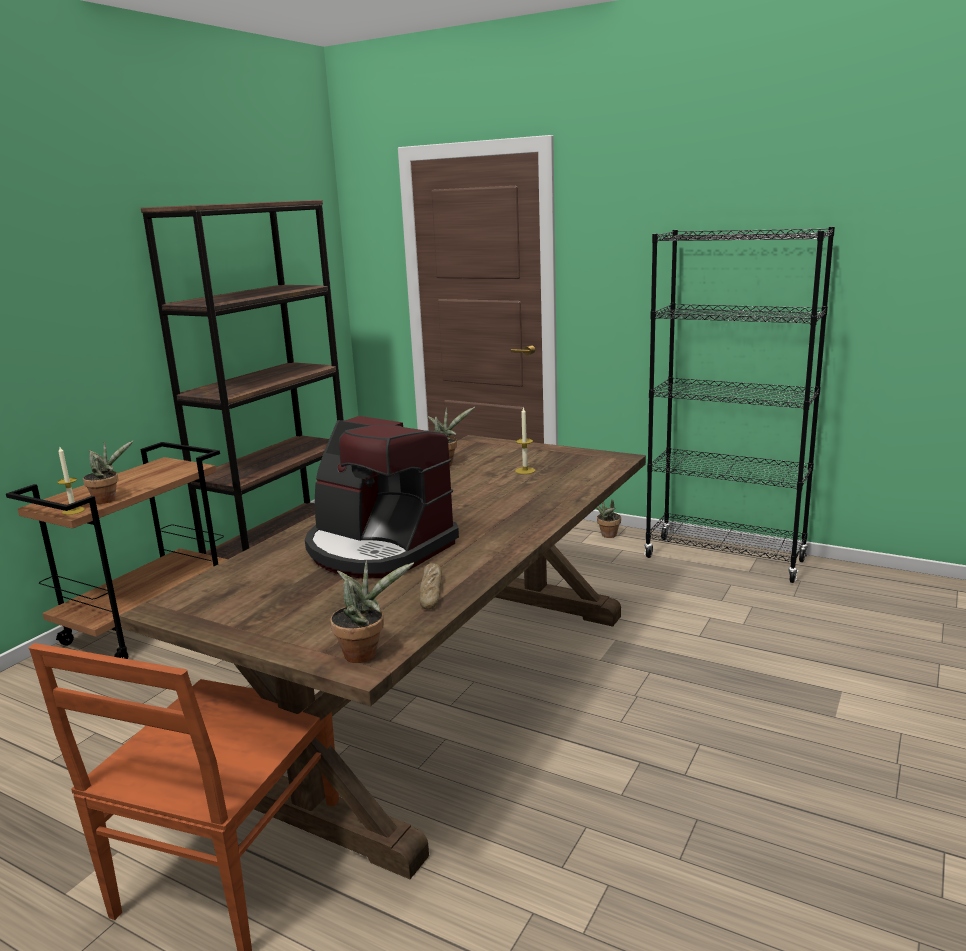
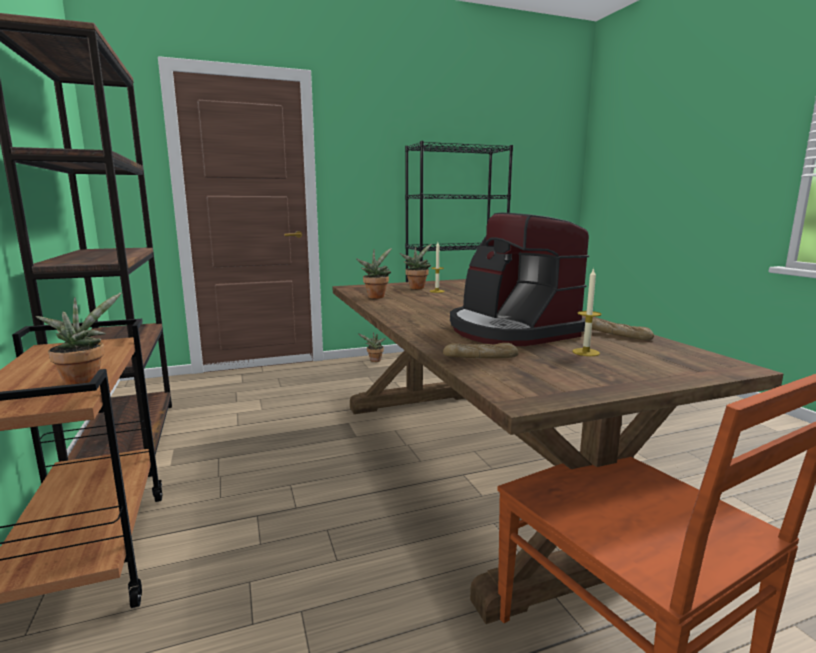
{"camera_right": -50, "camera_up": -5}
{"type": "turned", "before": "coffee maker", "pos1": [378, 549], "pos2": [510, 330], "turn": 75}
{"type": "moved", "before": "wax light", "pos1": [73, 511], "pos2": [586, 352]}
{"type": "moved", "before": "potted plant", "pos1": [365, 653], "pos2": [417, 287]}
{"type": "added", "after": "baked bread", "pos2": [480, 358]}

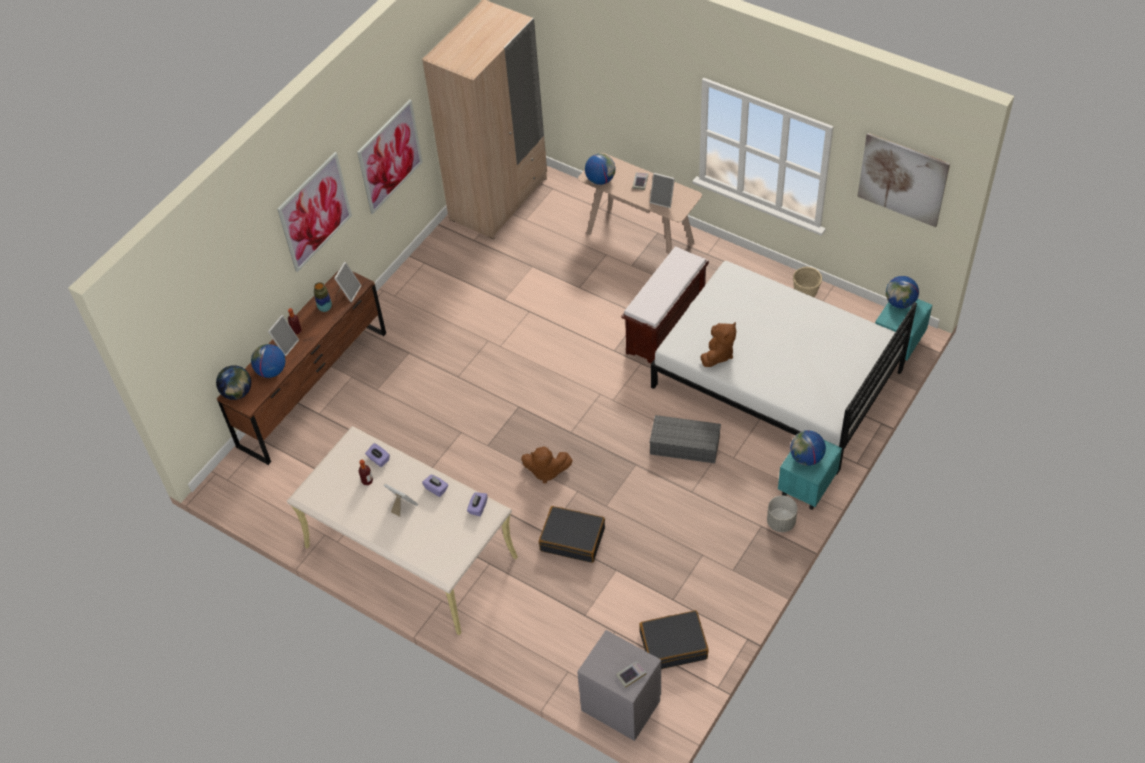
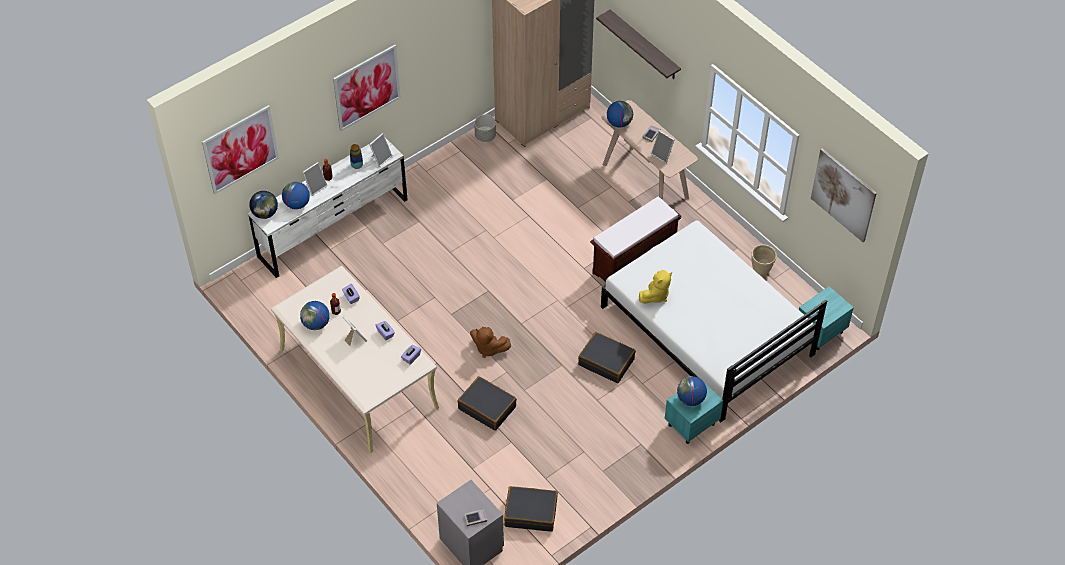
{"camera_right": 15, "camera_up": 0}
{"type": "moved", "before": "wall art", "pos1": [390, 156], "pos2": [240, 149]}
{"type": "recoloured", "before": "brown dresser", "after": "white-coloured dresser", "pos1": [313, 389], "pos2": [333, 228]}
{"type": "moved", "before": "globe", "pos1": [900, 302], "pos2": [316, 324]}
{"type": "recoloured", "before": "brown soft toy", "after": "yellow-coloured soft toy", "pos1": [718, 354], "pos2": [655, 295]}
{"type": "replaced", "before": "greyish storage bin", "after": "black suitcase", "pos1": [683, 446], "pos2": [606, 362]}
{"type": "moved", "before": "greyish flower pot", "pos1": [781, 522], "pos2": [485, 136]}
{"type": "added", "after": "wall shelf", "pos2": [644, 46]}

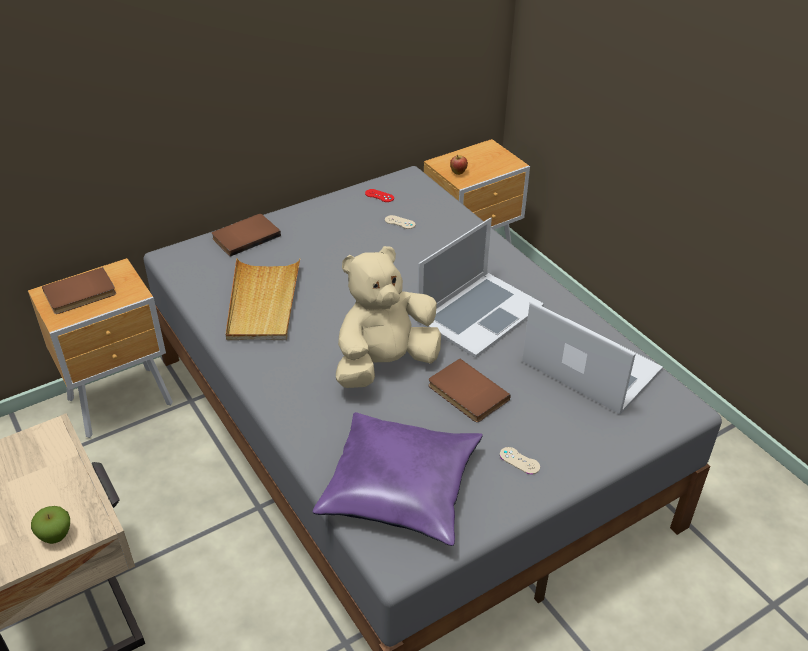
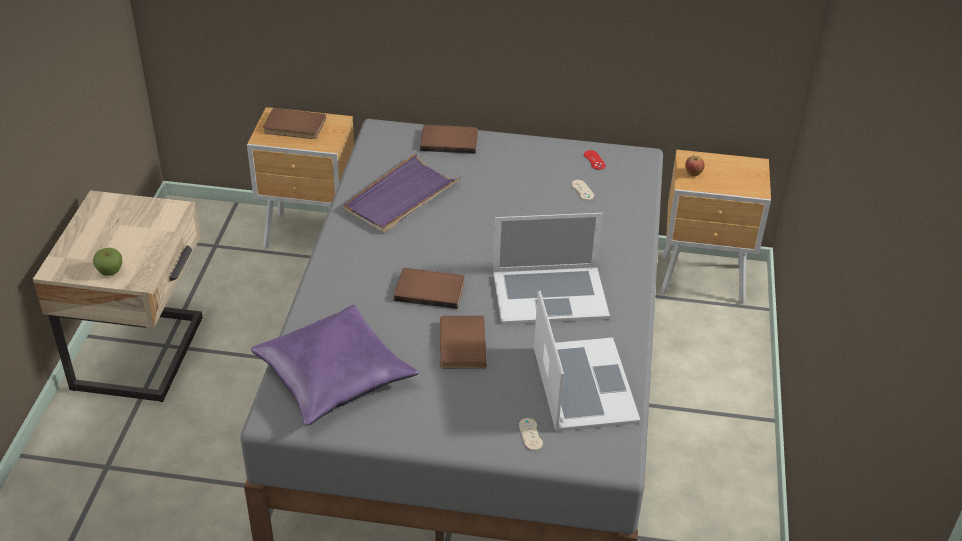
{"camera_right": 40, "camera_up": 0}
{"type": "replaced", "before": "beige soft toy", "after": "brown volume", "pos1": [385, 364], "pos2": [430, 289]}
{"type": "recoloured", "before": "beige serving tray", "after": "purple-coloured serving tray", "pos1": [263, 303], "pos2": [401, 197]}
{"type": "moved", "before": "beige joypad", "pos1": [519, 461], "pos2": [530, 434]}

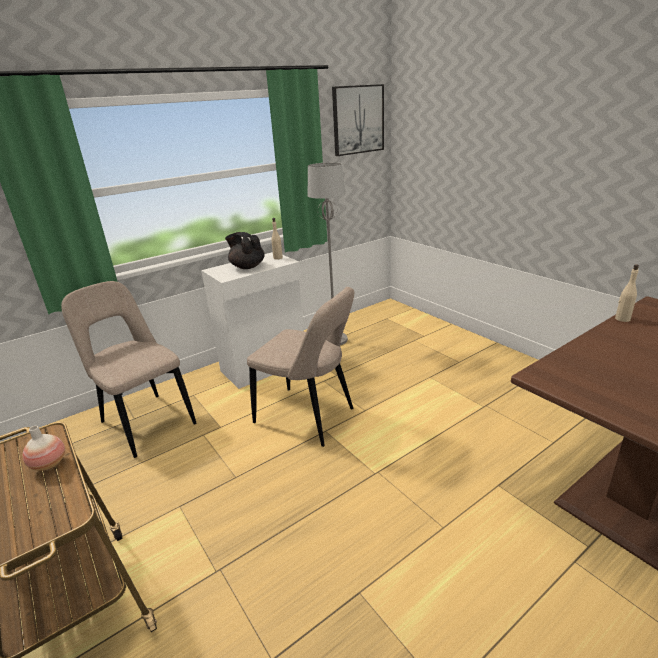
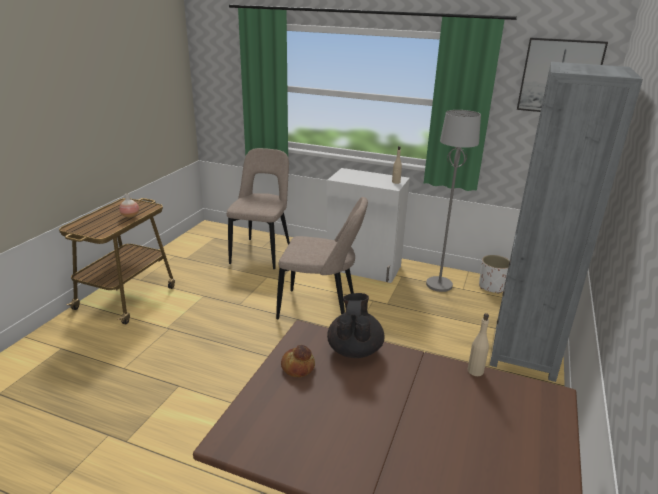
{"camera_right": 55, "camera_up": 0}
{"type": "moved", "before": "black pot for tea", "pos1": [247, 267], "pos2": [354, 349]}
{"type": "turned", "before": "beige upright chair", "pos1": [308, 417], "pos2": [321, 310], "turn": -75}
{"type": "added", "after": "greyish bookshelf", "pos2": [524, 351]}
{"type": "added", "after": "white-coloured flower pot", "pos2": [491, 287]}
{"type": "added", "after": "baked bread", "pos2": [297, 367]}

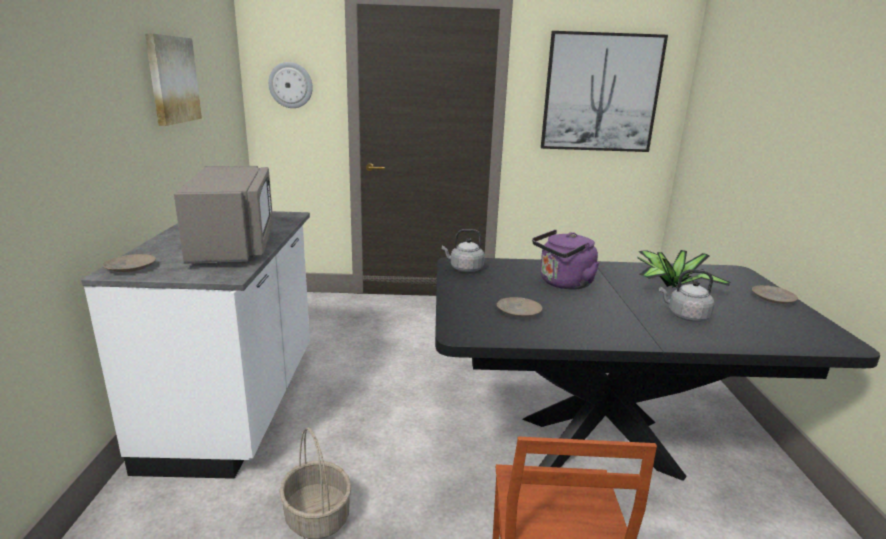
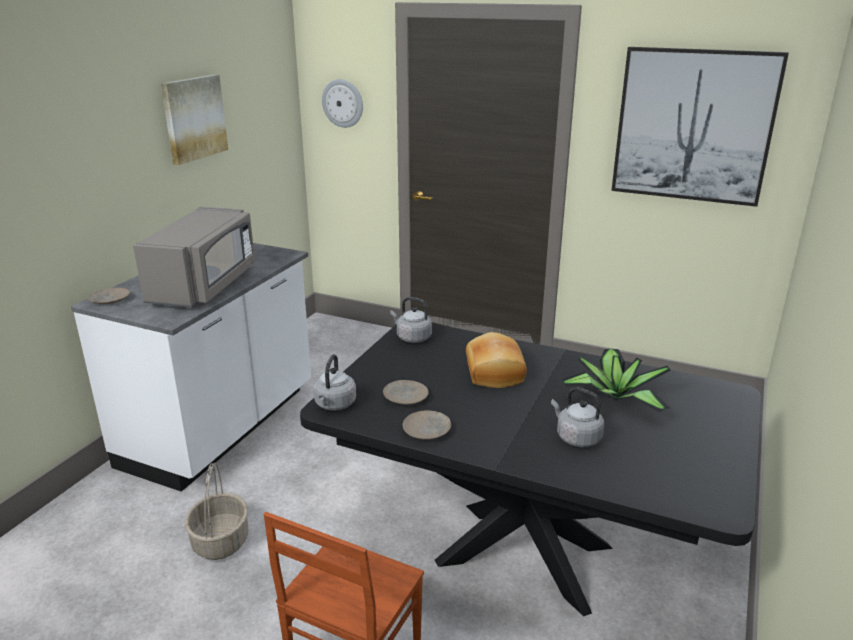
{"camera_right": 25, "camera_up": 5}
{"type": "replaced", "before": "purple-coloured tea kettle", "after": "baked bread", "pos1": [563, 283], "pos2": [493, 373]}
{"type": "moved", "before": "beige dinner plate", "pos1": [772, 299], "pos2": [427, 430]}
{"type": "added", "after": "greyish tea kettle", "pos2": [334, 405]}

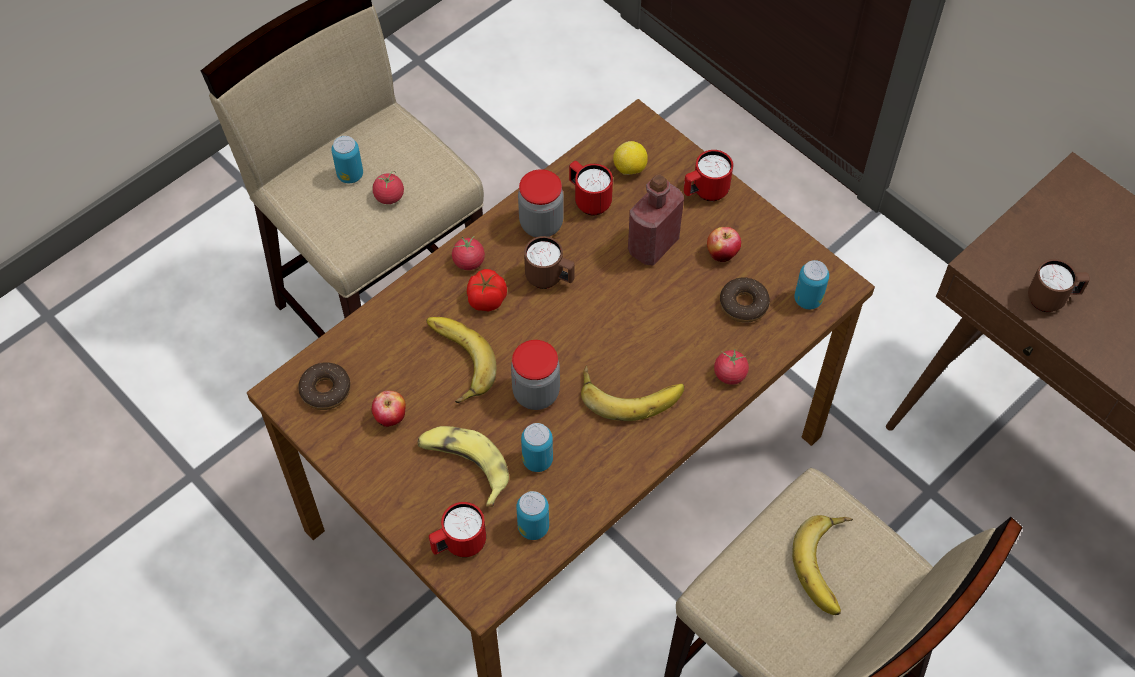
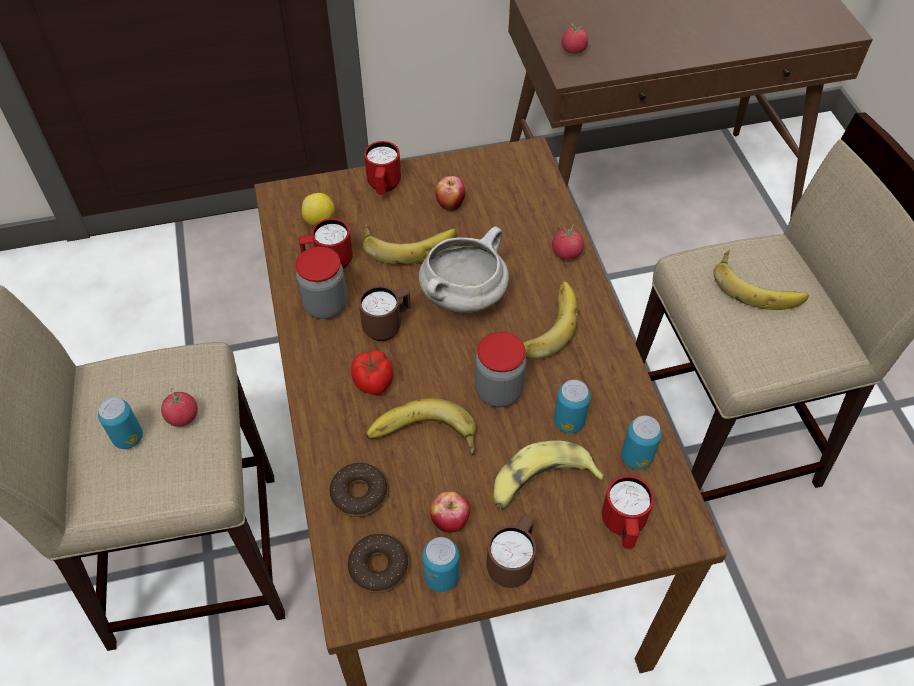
{"camera_right": -60, "camera_up": -5}
{"type": "replaced", "before": "red bottle", "after": "whole banana", "pos1": [653, 245], "pos2": [408, 242]}
{"type": "moved", "before": "tomato", "pos1": [468, 261], "pos2": [573, 50]}
{"type": "moved", "before": "brown coffee mug", "pos1": [1051, 299], "pos2": [512, 562]}
{"type": "moved", "before": "can", "pos1": [808, 299], "pos2": [441, 577]}
{"type": "moved", "before": "donut", "pos1": [743, 304], "pos2": [359, 494]}
{"type": "added", "after": "white-coloured stockpot", "pos2": [463, 296]}

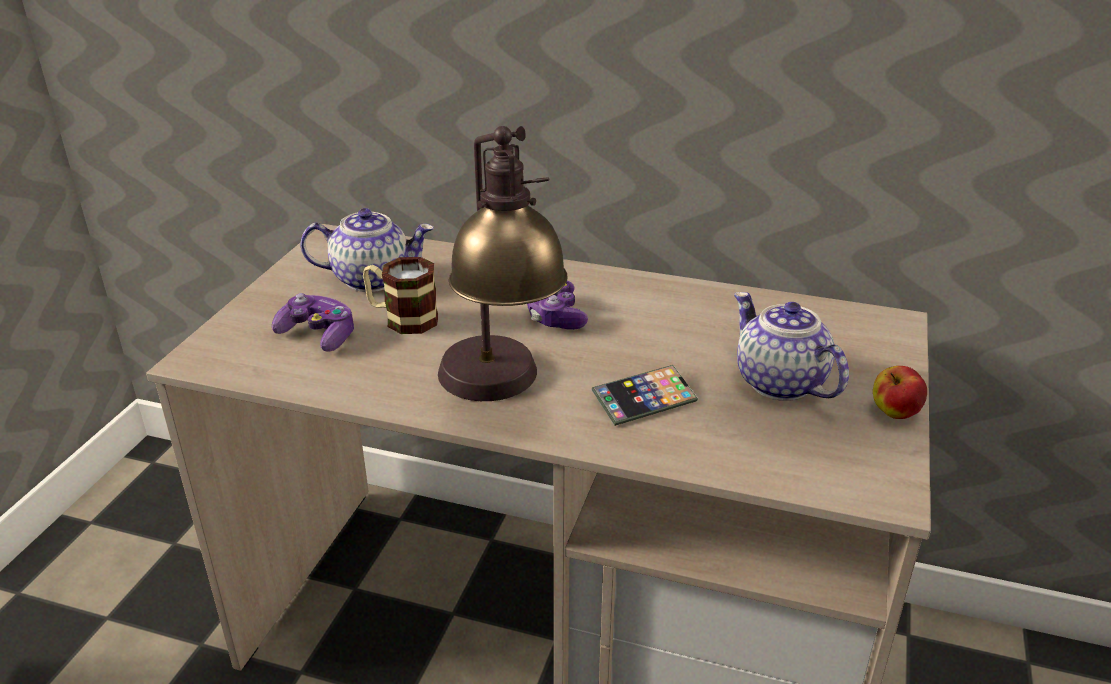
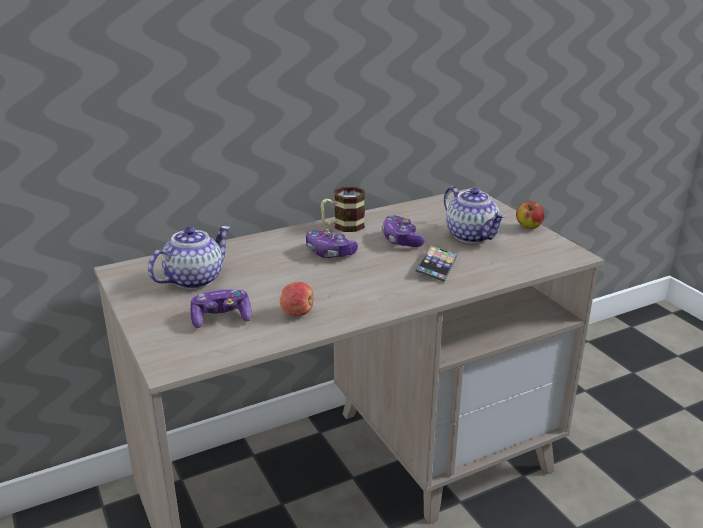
{"camera_right": -45, "camera_up": -5}
{"type": "removed", "before": "tabletop lamp", "pos1": [500, 394]}
{"type": "moved", "before": "coffee mug", "pos1": [402, 318], "pos2": [342, 226]}
{"type": "turned", "before": "pot for tea", "pos1": [778, 382], "pos2": [472, 236], "turn": -135}
{"type": "added", "after": "joypad", "pos2": [401, 240]}
{"type": "added", "after": "whole apple", "pos2": [297, 313]}

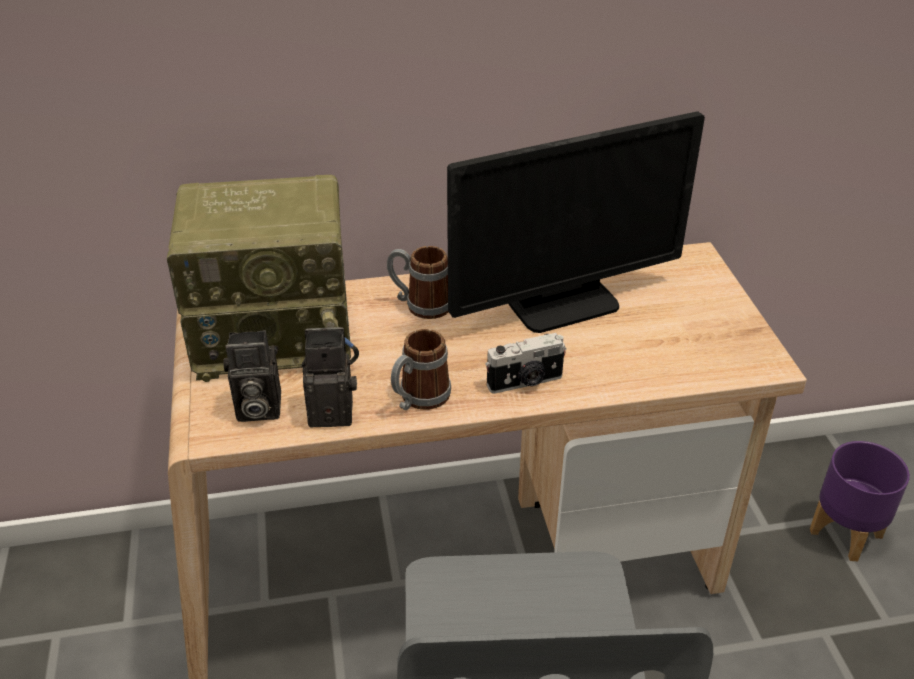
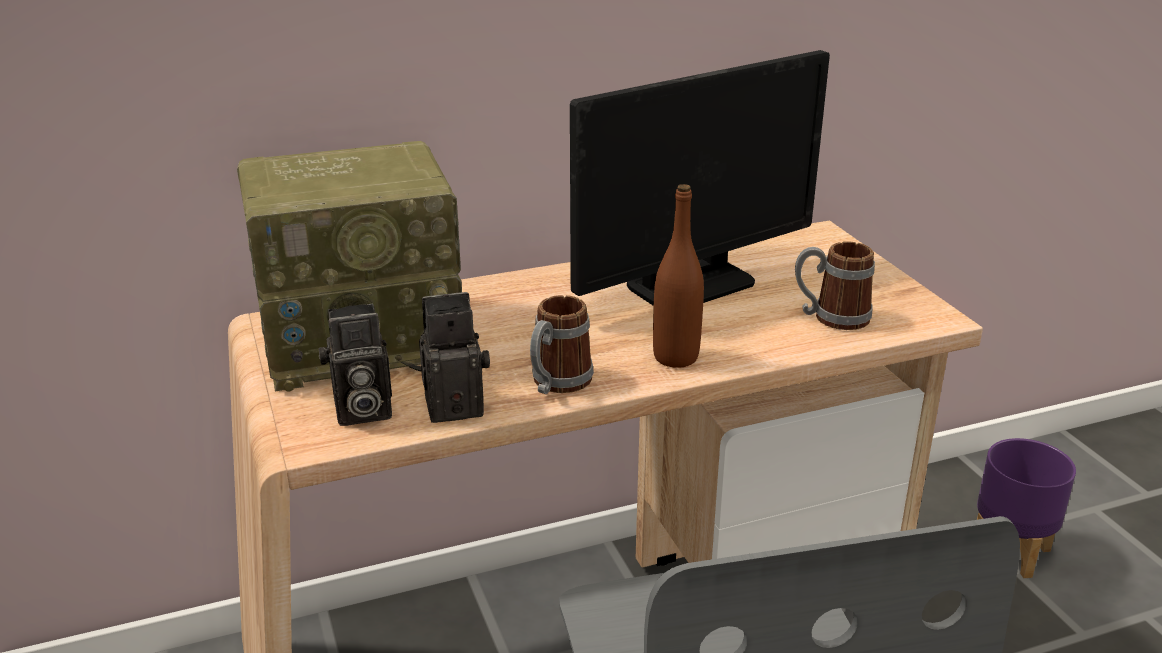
{"camera_right": -10, "camera_up": -10}
{"type": "moved", "before": "coffee mug", "pos1": [420, 304], "pos2": [830, 317]}
{"type": "replaced", "before": "still camera", "after": "brown bottle", "pos1": [525, 382], "pos2": [675, 357]}

